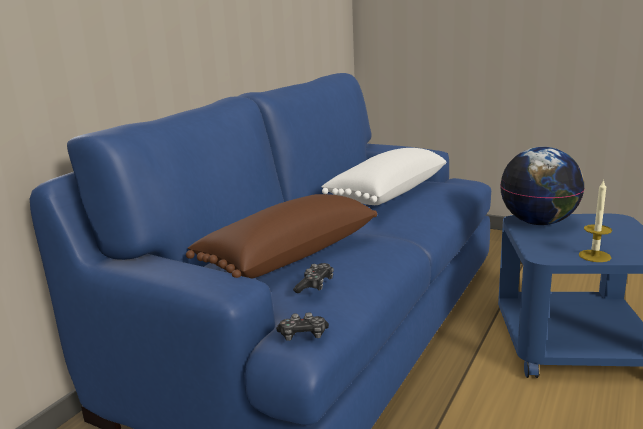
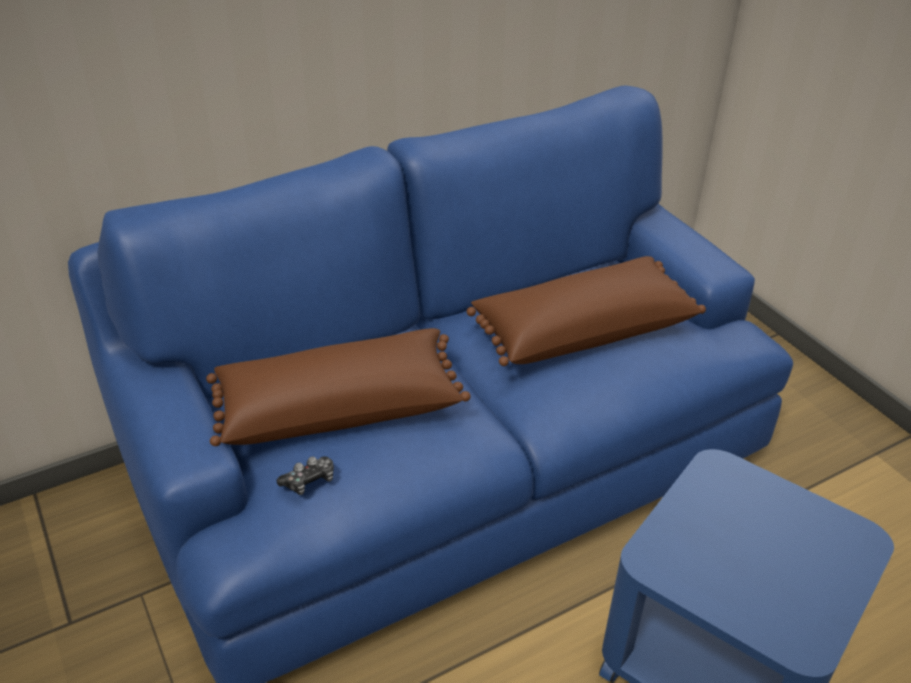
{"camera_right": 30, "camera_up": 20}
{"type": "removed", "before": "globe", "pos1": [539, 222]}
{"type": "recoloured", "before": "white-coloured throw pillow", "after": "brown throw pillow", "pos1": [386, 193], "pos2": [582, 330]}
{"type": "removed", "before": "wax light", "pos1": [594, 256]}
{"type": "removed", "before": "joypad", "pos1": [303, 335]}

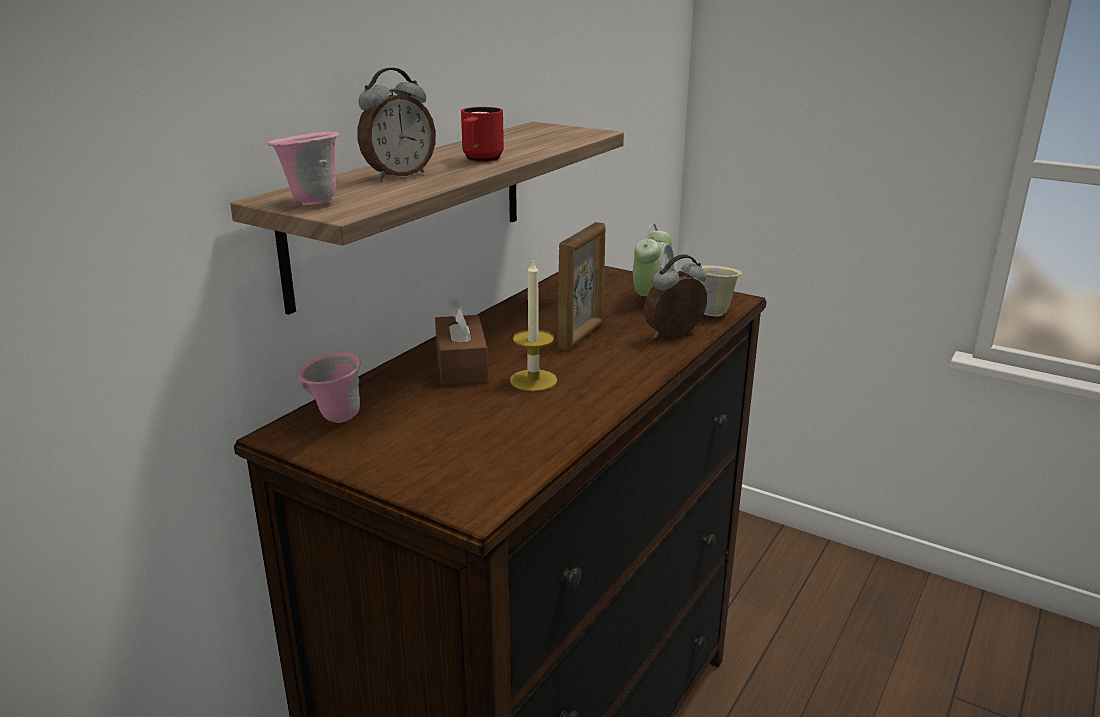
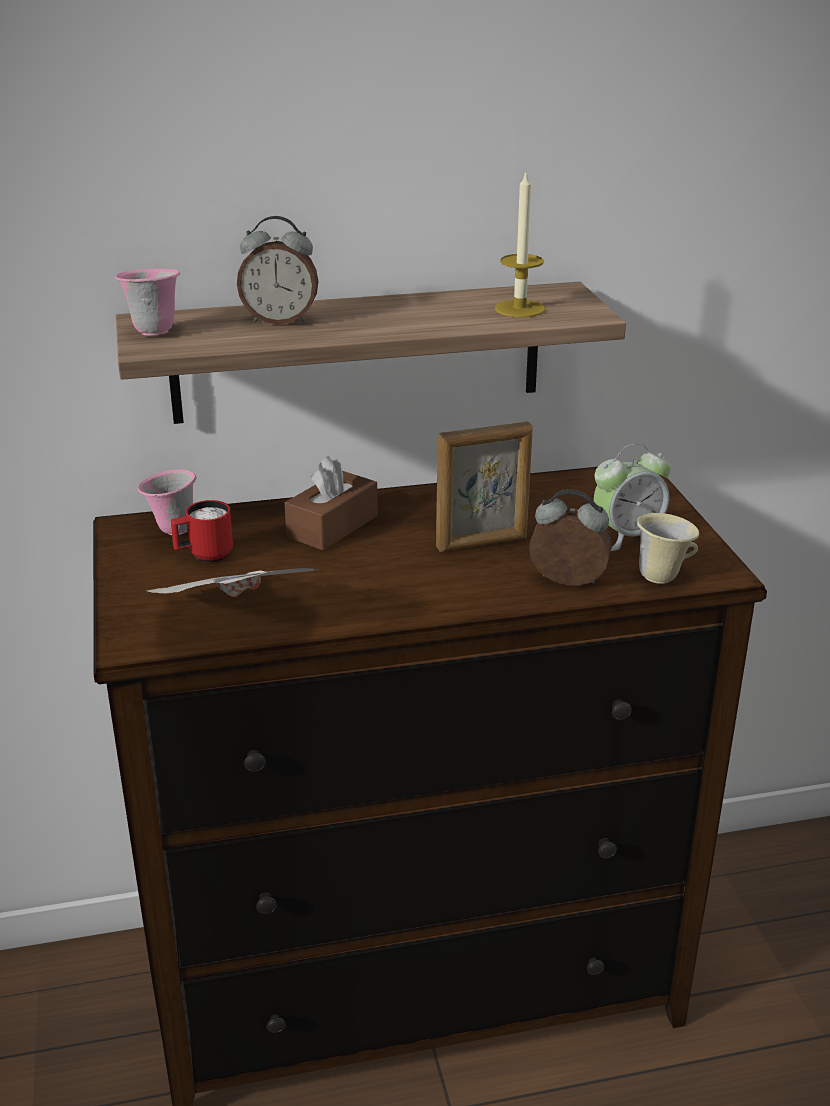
{"camera_right": 45, "camera_up": 5}
{"type": "moved", "before": "red coffee mug", "pos1": [480, 160], "pos2": [204, 556]}
{"type": "moved", "before": "wax light", "pos1": [533, 380], "pos2": [520, 309]}
{"type": "added", "after": "printed paper", "pos2": [237, 619]}

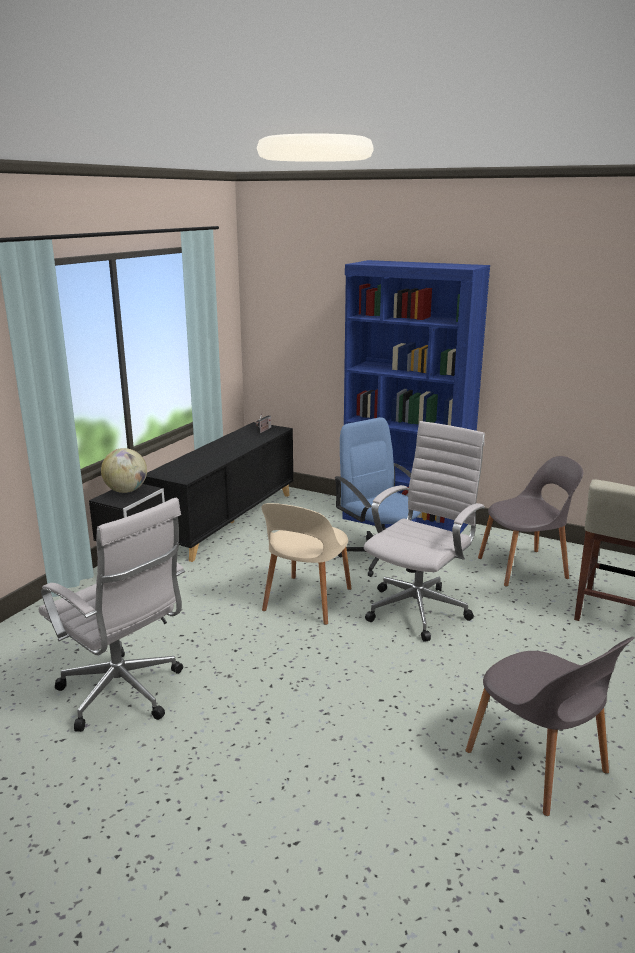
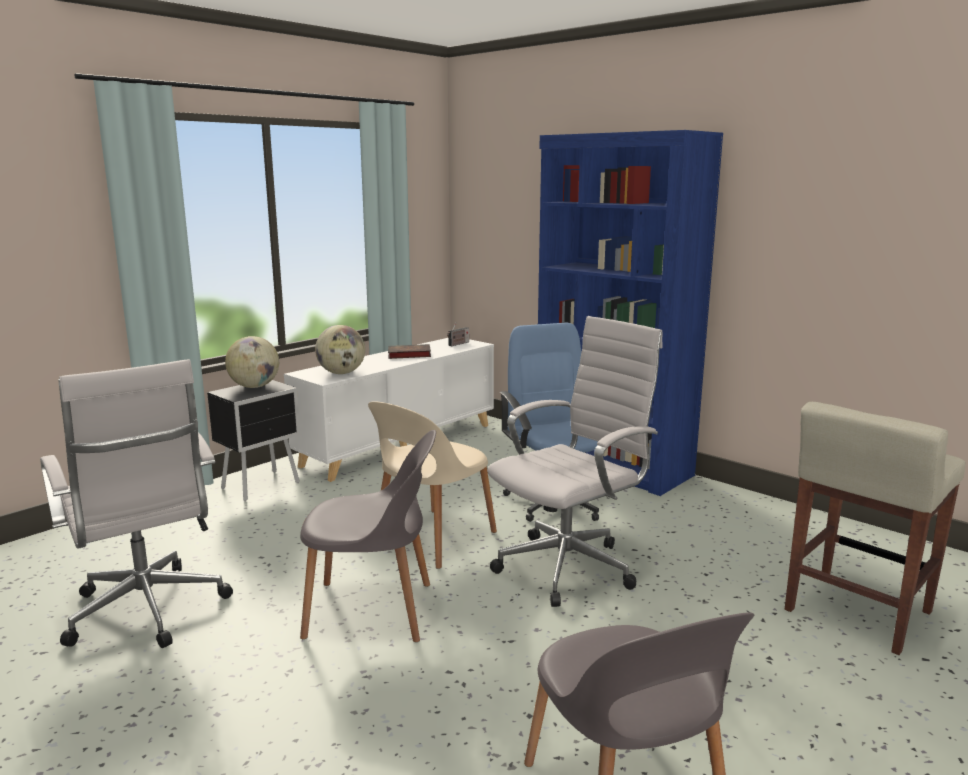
{"camera_right": 15, "camera_up": -5}
{"type": "recoloured", "before": "black cupboard", "after": "white-coloured cupboard", "pos1": [227, 521], "pos2": [400, 444]}
{"type": "moved", "before": "greyish upright chair", "pos1": [524, 567], "pos2": [374, 611]}
{"type": "added", "after": "globe", "pos2": [341, 373]}
{"type": "added", "after": "volume", "pos2": [408, 355]}

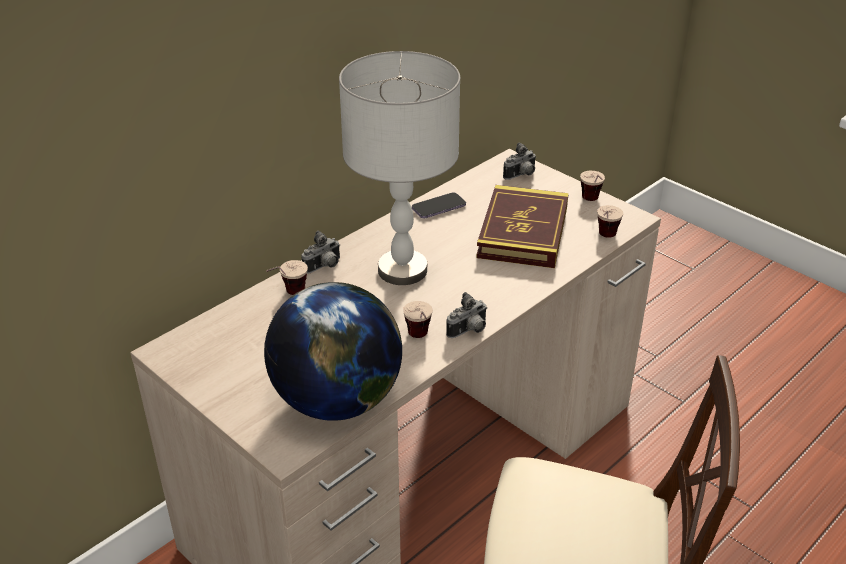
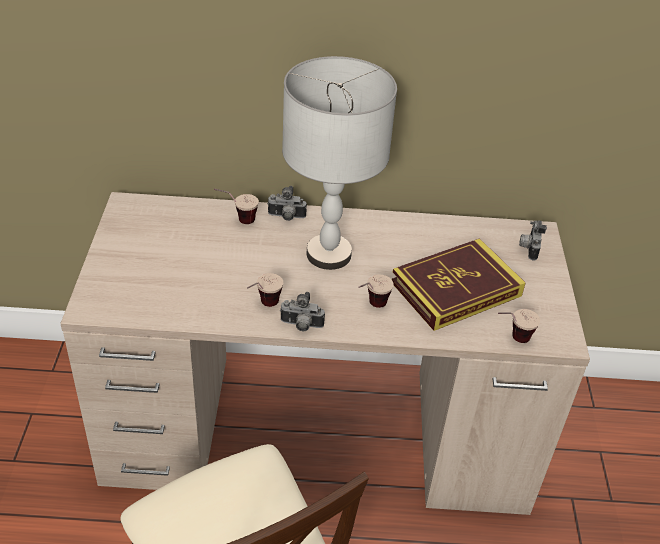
{"camera_right": 45, "camera_up": 5}
{"type": "turned", "before": "still camera", "pos1": [521, 175], "pos2": [528, 248], "turn": 90}
{"type": "moved", "before": "small cup", "pos1": [592, 202], "pos2": [371, 307]}
{"type": "removed", "before": "telephone", "pos1": [438, 207]}
{"type": "removed", "before": "globe", "pos1": [337, 401]}

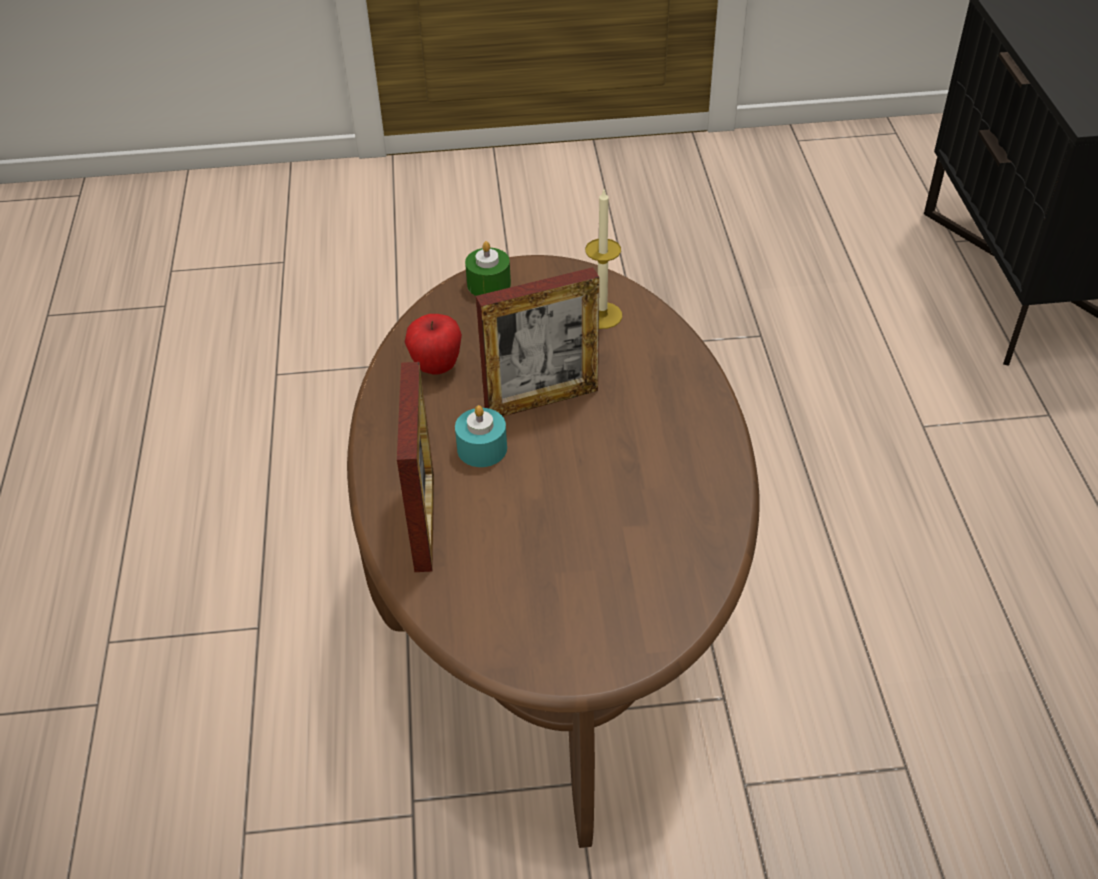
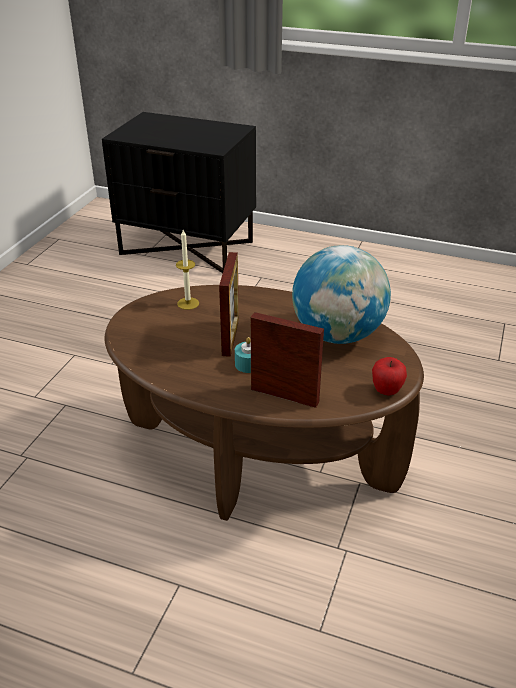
{"camera_right": -65, "camera_up": -10}
{"type": "removed", "before": "green-coloured wax light", "pos1": [489, 284]}
{"type": "moved", "before": "whole apple", "pos1": [436, 367], "pos2": [386, 391]}
{"type": "added", "after": "globe", "pos2": [338, 335]}

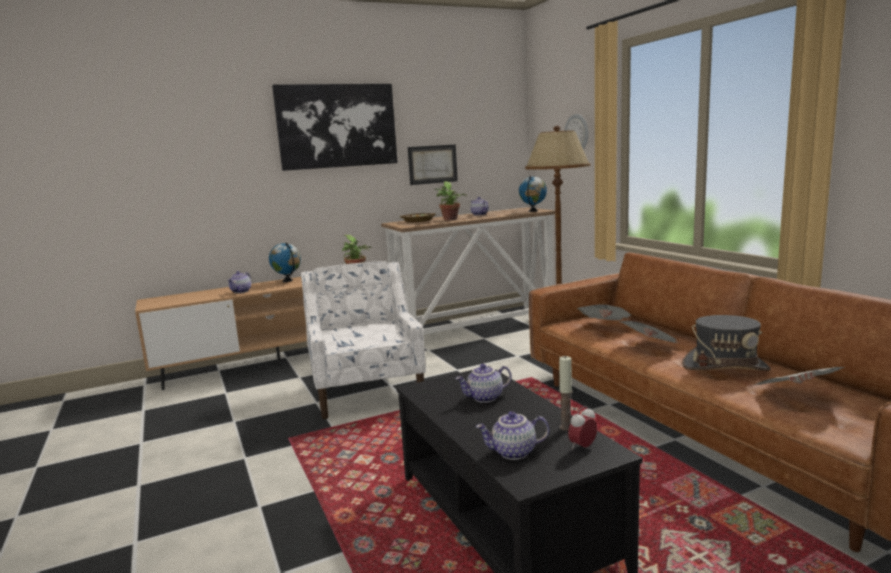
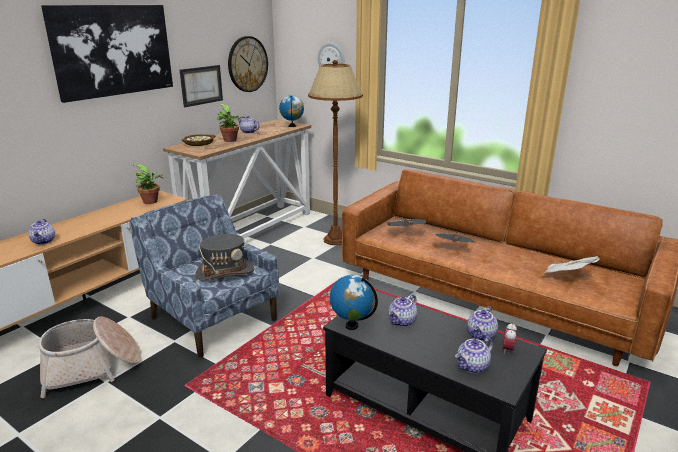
{"camera_right": -30, "camera_up": 10}
{"type": "moved", "before": "globe", "pos1": [287, 281], "pos2": [352, 325]}
{"type": "recoloured", "before": "white-coloured armchair", "after": "blue-coloured armchair", "pos1": [367, 390], "pos2": [213, 317]}
{"type": "moved", "before": "greyish wearable hat", "pos1": [725, 366], "pos2": [225, 272]}
{"type": "replaced", "before": "wax light", "after": "pot for tea", "pos1": [566, 427], "pos2": [481, 336]}
{"type": "added", "after": "hanging clock", "pos2": [247, 64]}
{"type": "added", "after": "storage basket", "pos2": [92, 367]}

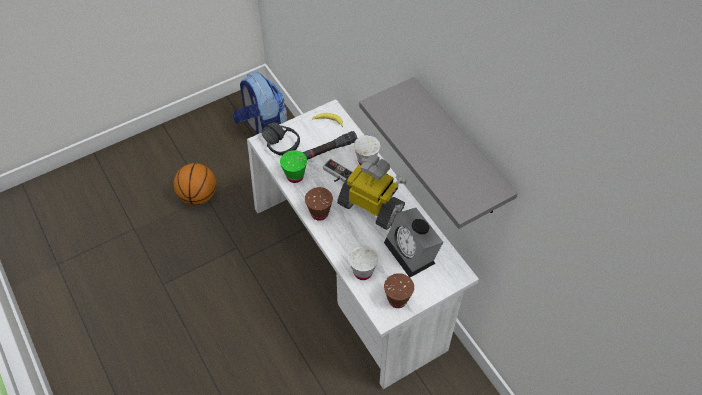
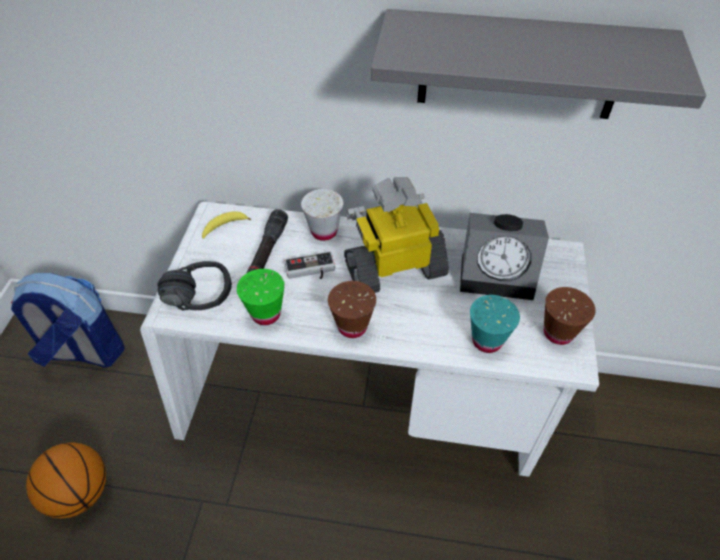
{"camera_right": -50, "camera_up": -5}
{"type": "recoloured", "before": "white-coloured small cup", "after": "blue-green small cup", "pos1": [363, 272], "pos2": [487, 341]}

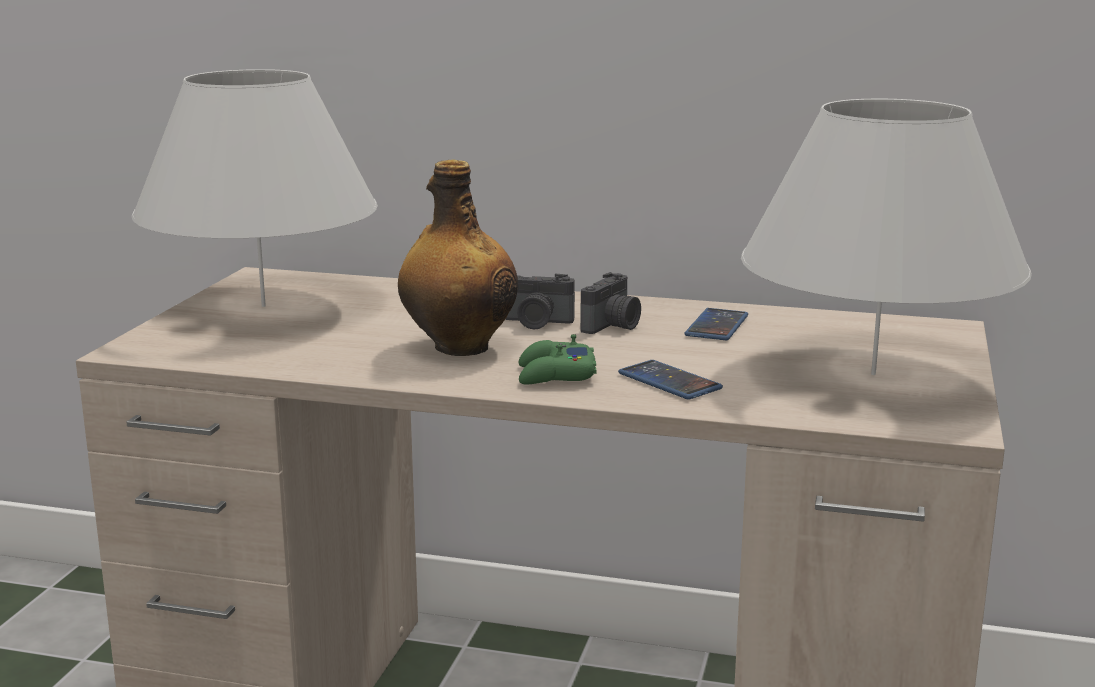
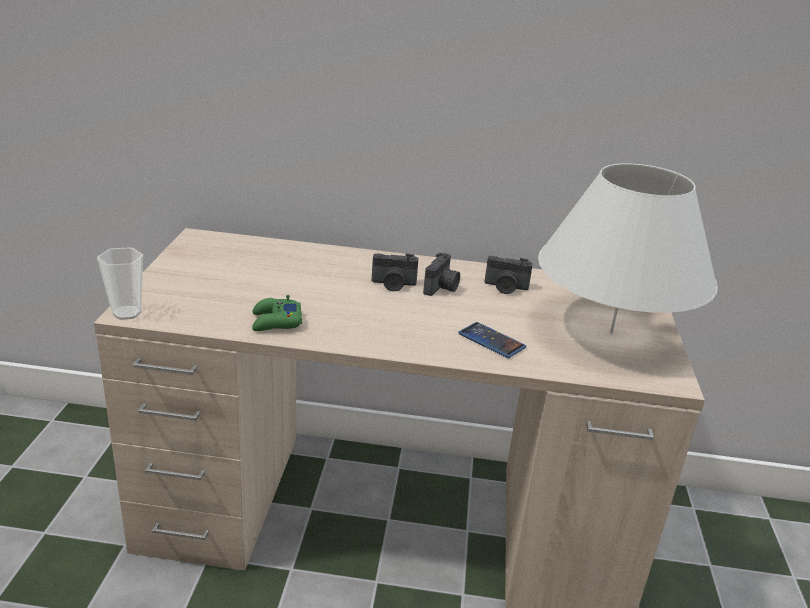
{"camera_right": -10, "camera_up": 10}
{"type": "removed", "before": "white-coloured tabletop lamp", "pos1": [262, 306]}
{"type": "removed", "before": "bottle", "pos1": [459, 347]}
{"type": "replaced", "before": "telephone", "after": "still camera", "pos1": [717, 326], "pos2": [505, 288]}
{"type": "moved", "before": "green-coloured joypad", "pos1": [555, 375], "pos2": [276, 322]}
{"type": "added", "after": "small cup", "pos2": [127, 313]}

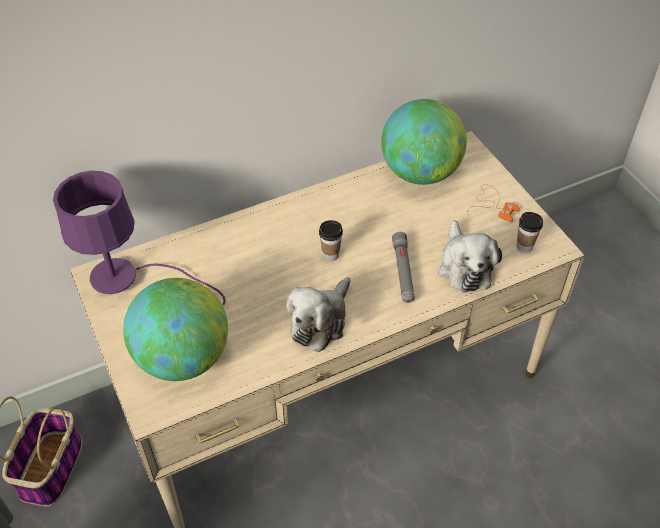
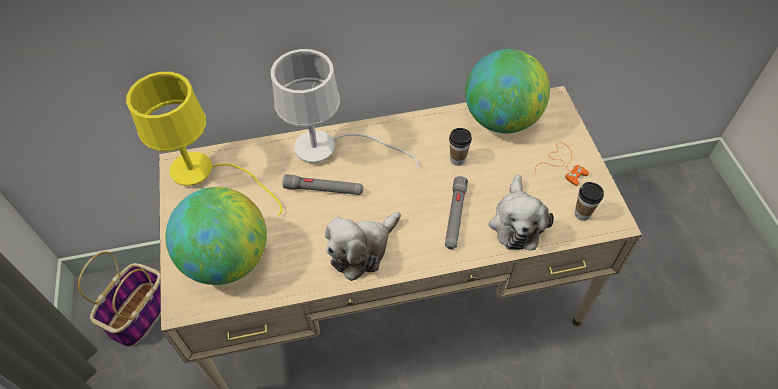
{"camera_right": 15, "camera_up": 5}
{"type": "recoloured", "before": "purple-coloured tabletop lamp", "after": "yellow-coloured tabletop lamp", "pos1": [128, 280], "pos2": [204, 175]}
{"type": "moved", "before": "small cup", "pos1": [330, 255], "pos2": [457, 159]}
{"type": "added", "after": "white-coloured tabletop lamp", "pos2": [327, 149]}
{"type": "added", "after": "greyish hand torch", "pos2": [323, 189]}

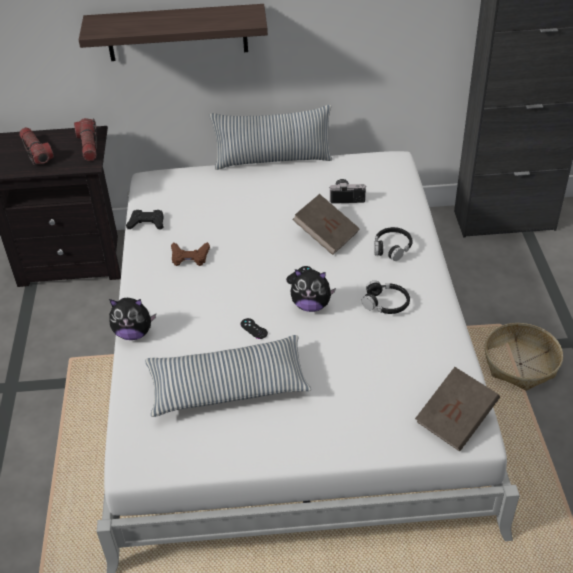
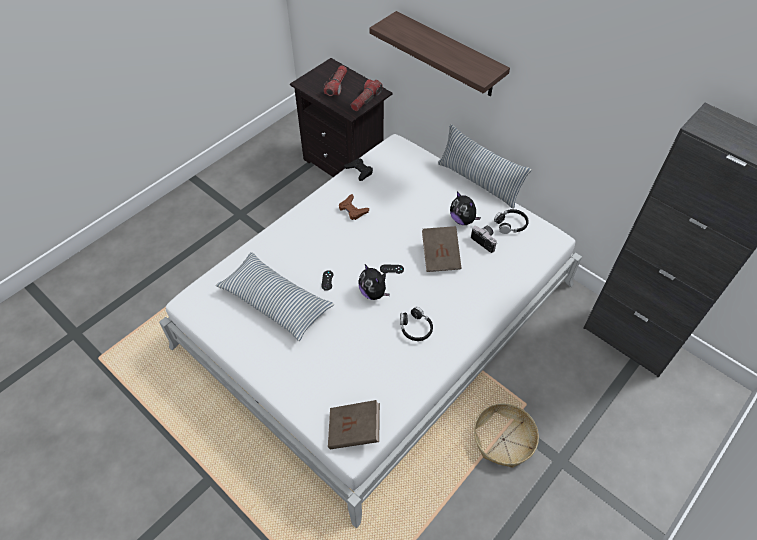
{"camera_right": 45, "camera_up": 10}
{"type": "moved", "before": "black headphones", "pos1": [392, 248], "pos2": [511, 224]}
{"type": "moved", "before": "soft toy", "pos1": [134, 333], "pos2": [463, 220]}

